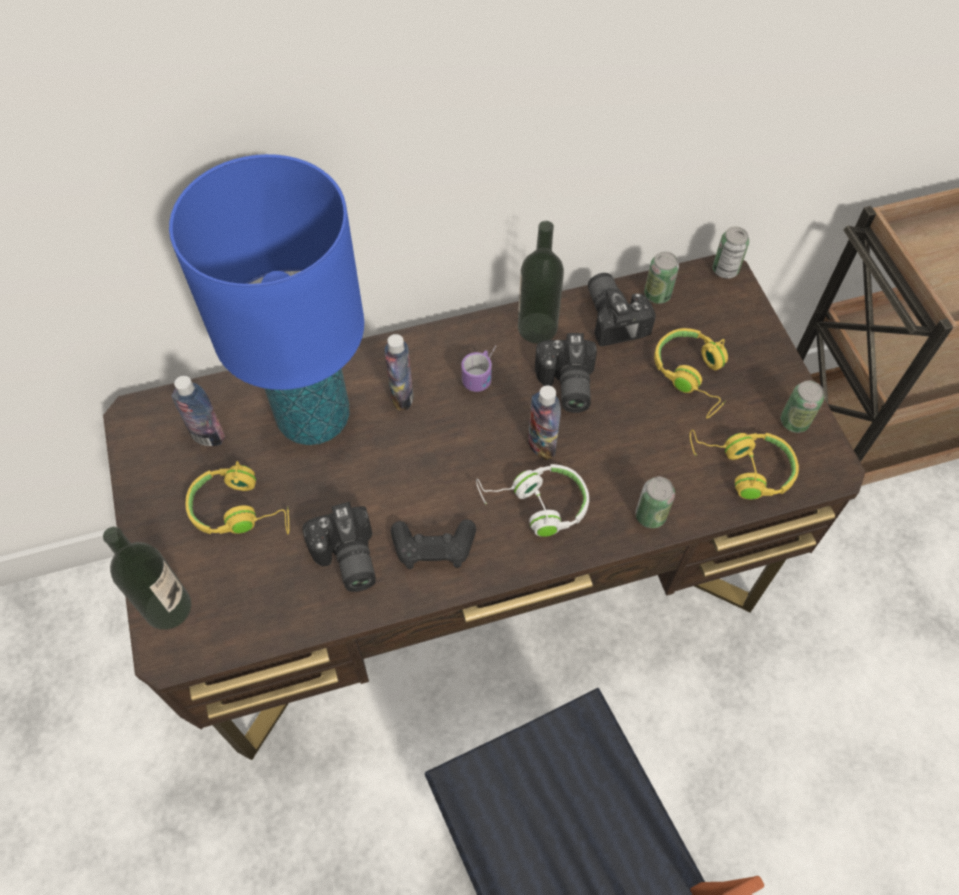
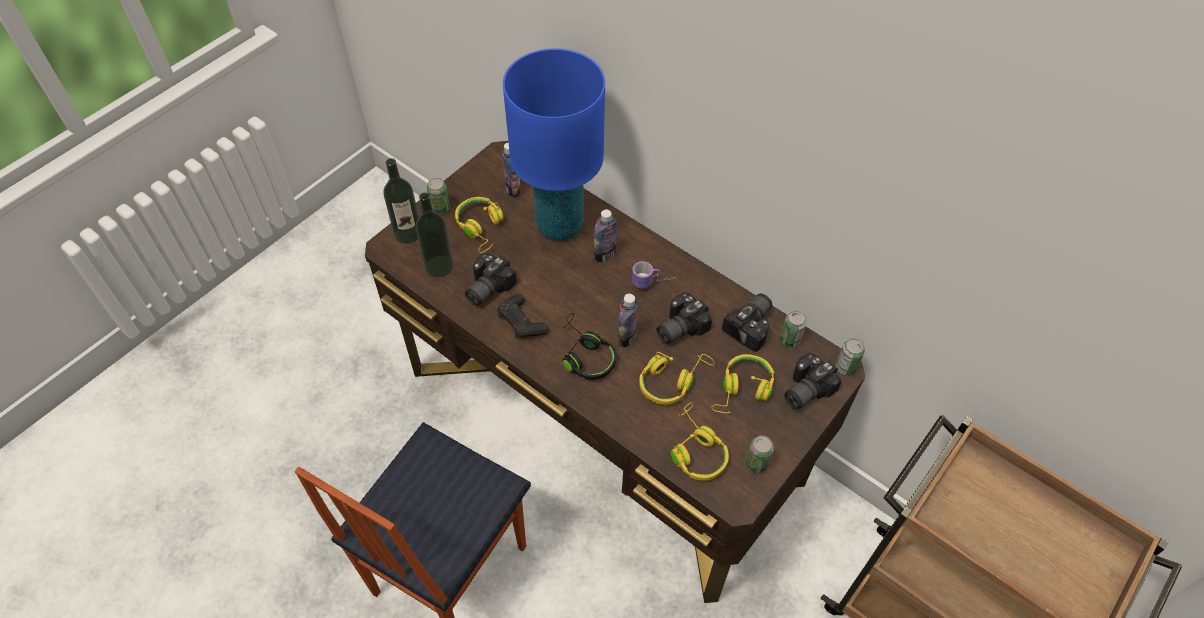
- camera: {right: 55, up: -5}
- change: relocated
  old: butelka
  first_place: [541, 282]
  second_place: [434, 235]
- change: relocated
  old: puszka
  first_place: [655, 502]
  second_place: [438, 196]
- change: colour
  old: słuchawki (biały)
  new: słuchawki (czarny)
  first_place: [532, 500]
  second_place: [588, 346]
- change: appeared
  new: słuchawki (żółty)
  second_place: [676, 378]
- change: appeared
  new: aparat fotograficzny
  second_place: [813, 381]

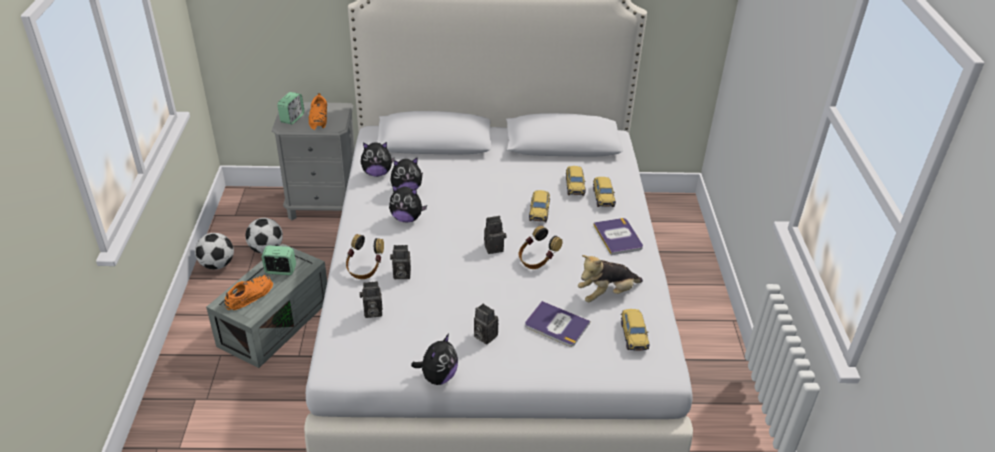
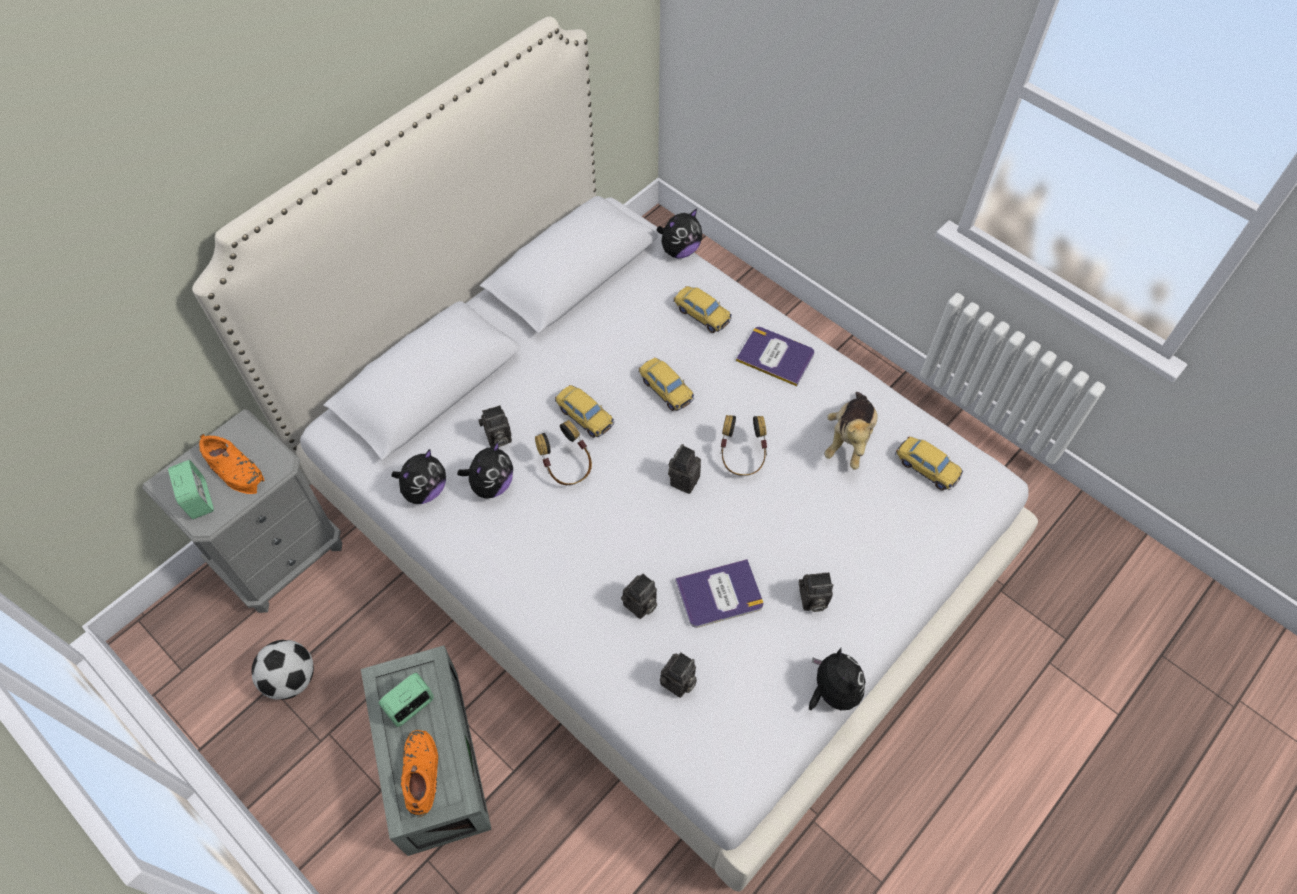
- camera: {right: -45, up: 20}
- change: appeared
  new: aparat fotograficzny
  second_place: [495, 426]
- change: relocated
  old: słuchawki
  first_place: [365, 256]
  second_place: [563, 452]
- change: relocated
  old: samochodzik
  first_place: [576, 181]
  second_place: [584, 411]
- change: relocated
  old: pluszak
  first_place: [408, 203]
  second_place: [679, 233]
- change: relocated
  old: książka
  first_place: [557, 324]
  second_place: [719, 593]
- change: missing
  old: piłka futbolowa
  first_place: [214, 251]

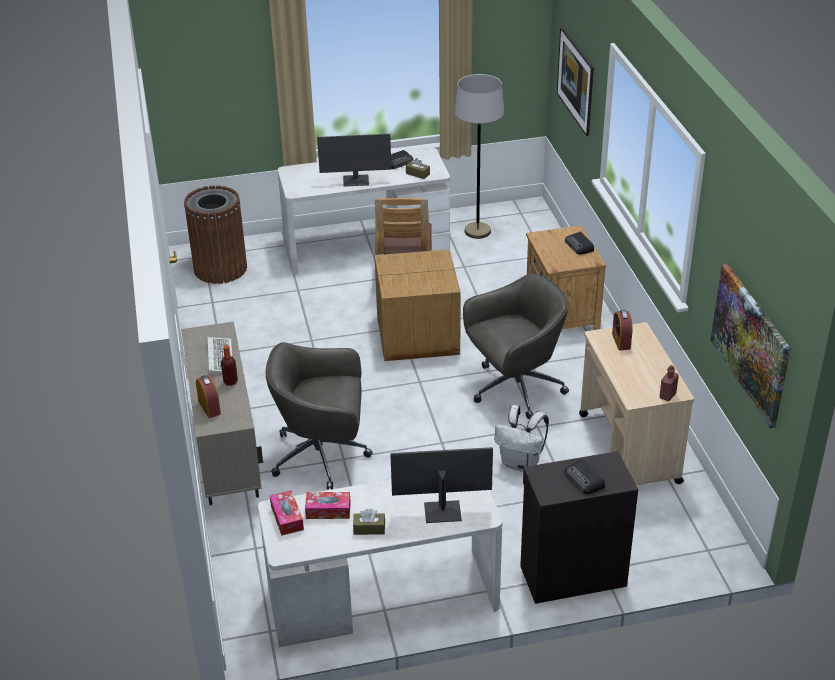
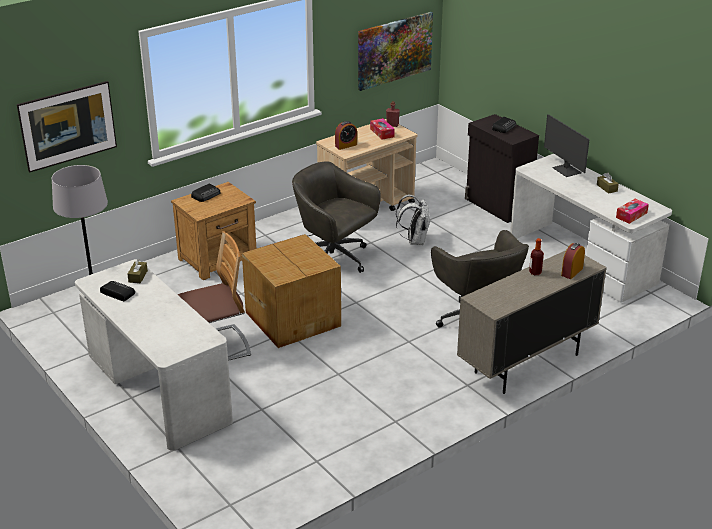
- camera: {right: -115, up: -5}
- change: relocated
  old: pudełko chusteczek
  first_place: [328, 505]
  second_place: [382, 129]
- change: missing
  old: kosz na śmieci (brązowy)
  first_place: [215, 234]
- change: missing
  old: klawiatura
  first_place: [220, 356]
- change: missing
  old: monitor
  first_place: [354, 160]

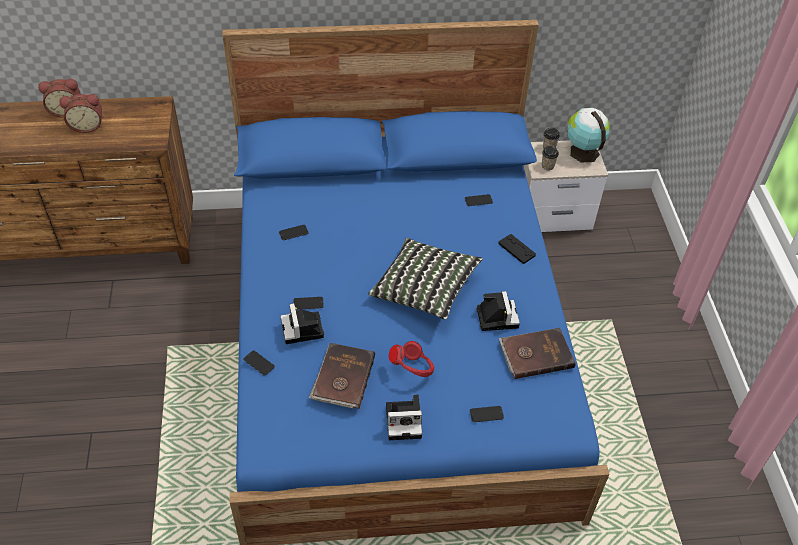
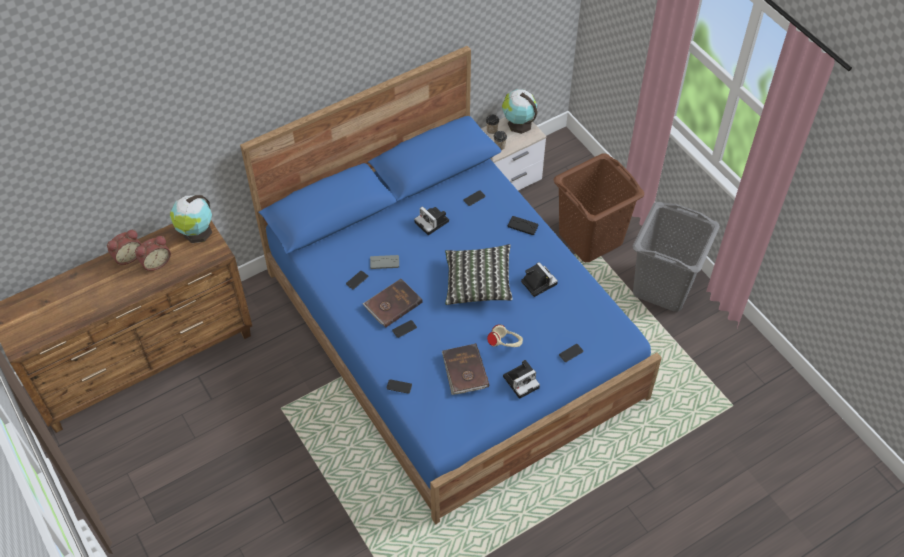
- camera: {right: -25, up: 5}
- change: appeared
  new: globus
  second_place: [191, 219]
- change: relocated
  old: książka (brązowy)
  first_place: [537, 353]
  second_place: [393, 303]
- change: appeared
  new: pad do gier (szary)
  second_place: [384, 262]
- change: relocated
  old: aparat fotograficzny
  first_place: [302, 323]
  second_place: [431, 220]
- change: colour
  old: słuchawki (czerwony)
  new: słuchawki (beżowy)
  first_place: [412, 359]
  second_place: [505, 335]
- change: appeared
  new: kosz na pranie (brązowy)
  second_place: [599, 207]
- change: appeared
  new: kosz na pranie (szary)
  second_place: [676, 257]

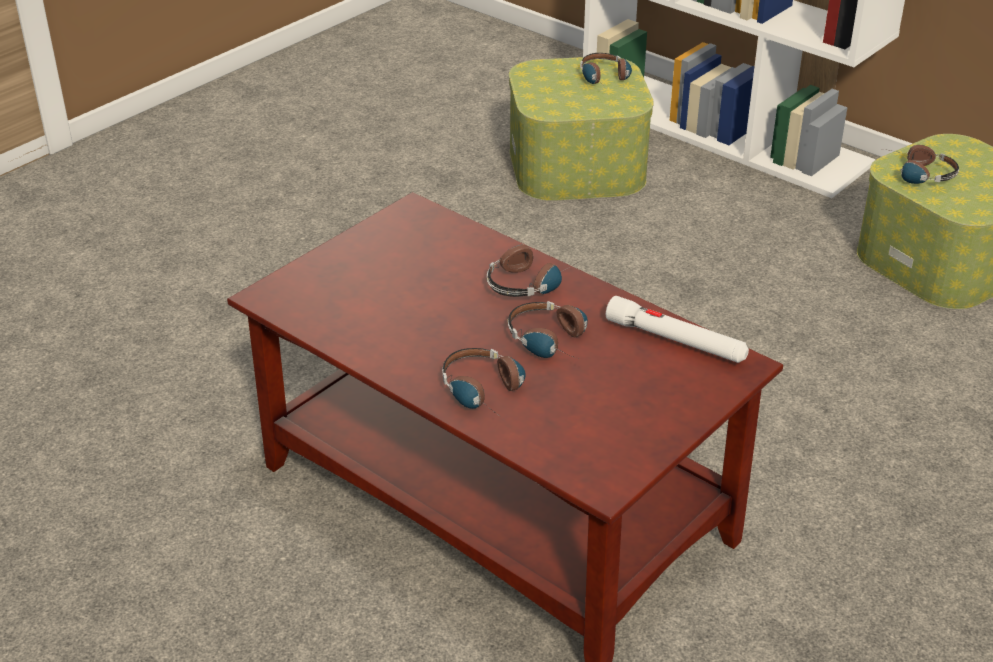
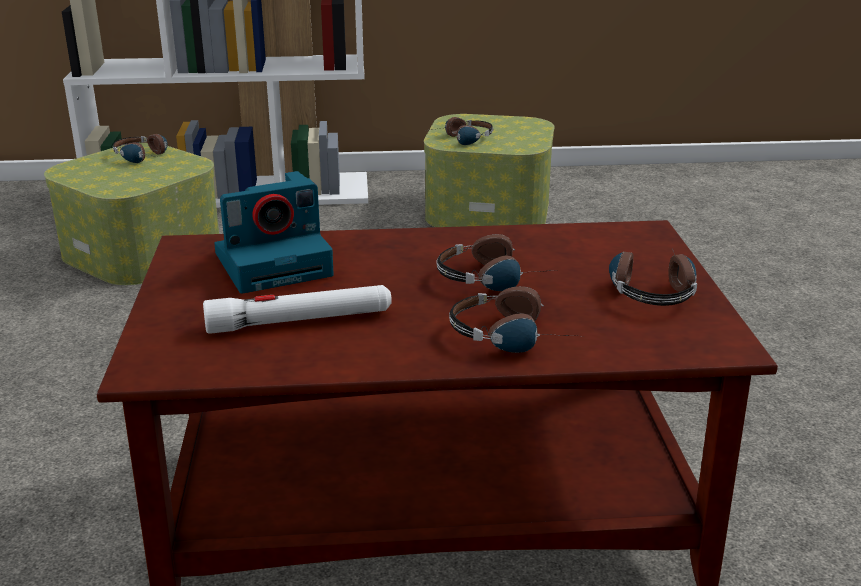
- camera: {right: -45, up: -10}
- change: relocated
  old: latarka (biały)
  first_place: [677, 329]
  second_place: [297, 309]
- change: appeared
  new: aparat fotograficzny
  second_place: [274, 232]
- change: relocated
  old: słuchawki
  first_place: [535, 270]
  second_place: [653, 277]

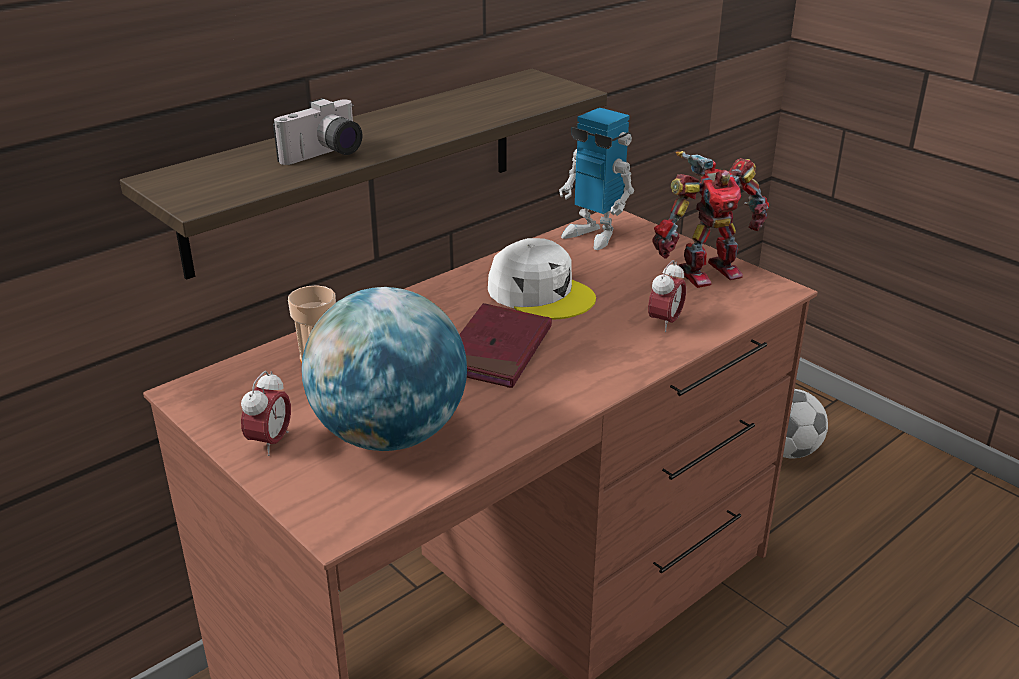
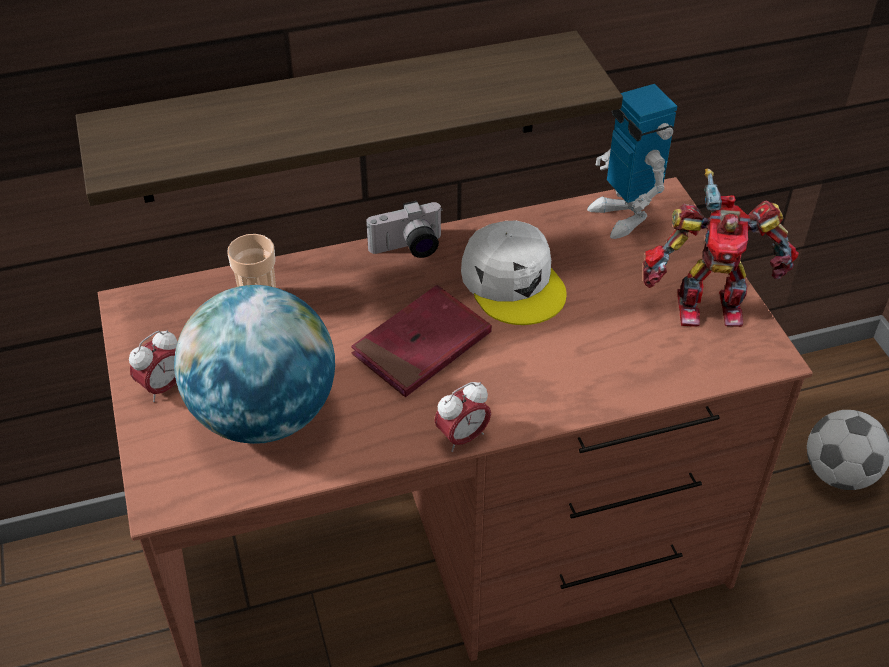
- camera: {right: 25, up: 15}
- change: relocated
  old: aparat fotograficzny
  first_place: [317, 131]
  second_place: [404, 229]
- change: relocated
  old: budzik
  first_place: [667, 296]
  second_place: [462, 417]

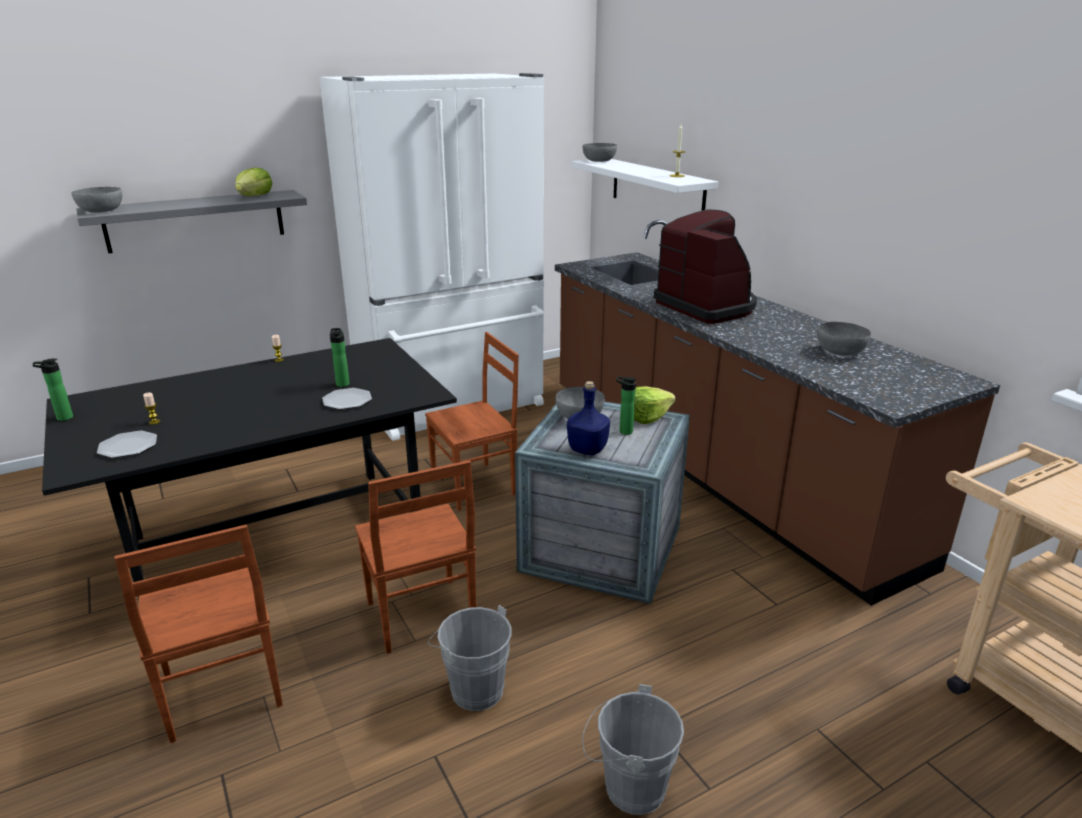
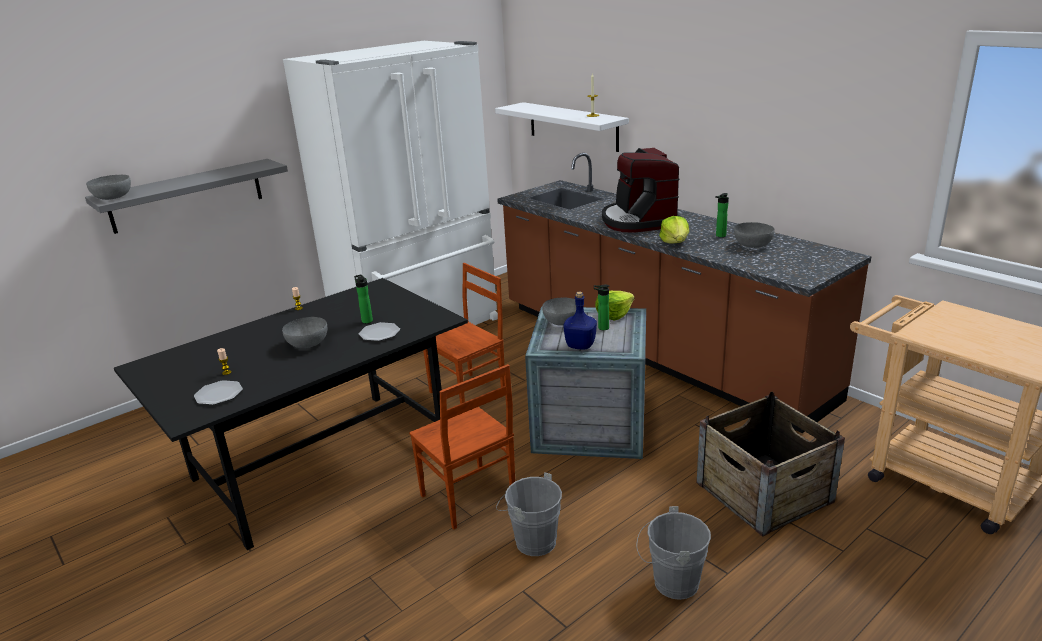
- camera: {right: -10, up: 0}
- change: relocated
  old: miska (szary)
  first_place: [600, 152]
  second_place: [304, 332]
- change: spun
  old: ekspres do kawy
  first_place: [705, 267]
  second_place: [641, 190]
  degrees: -150
- change: relocated
  old: sałata
  first_place: [254, 182]
  second_place: [674, 230]
- change: appeared
  new: skrzynka
  second_place: [770, 464]
- change: relocated
  old: butelka
  first_place: [52, 389]
  second_place: [722, 215]
- change: missing
  old: krzesło (brązowy)
  first_place: [198, 634]

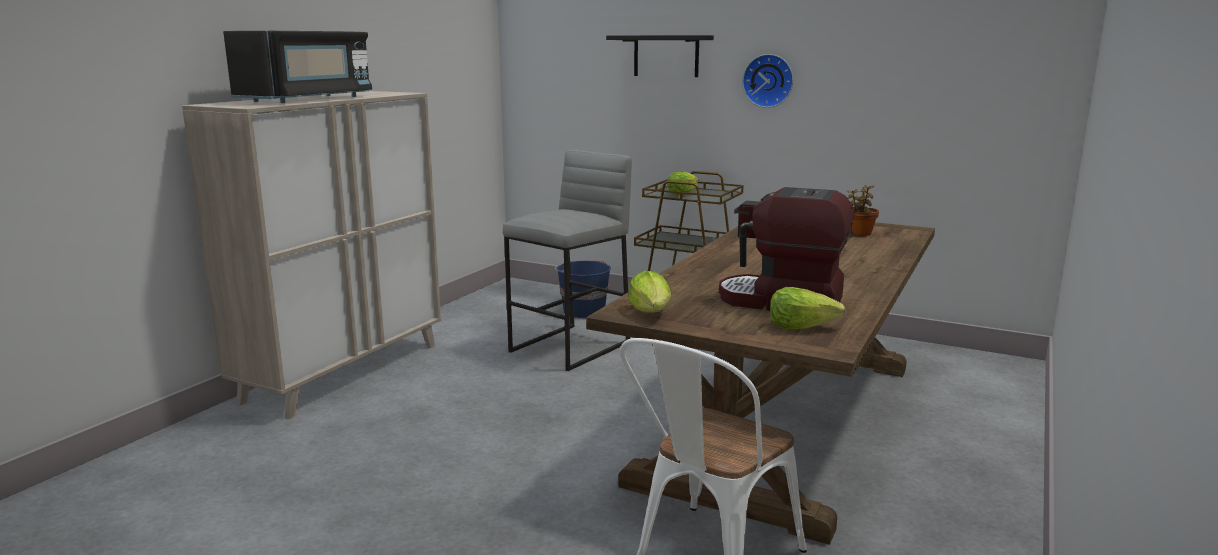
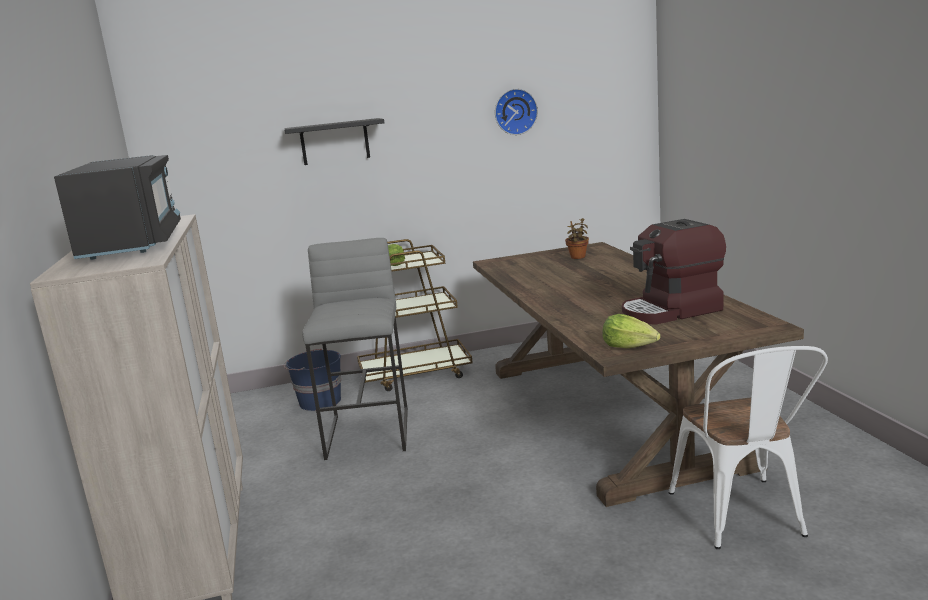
- camera: {right: -40, up: 0}
- change: relocated
  old: zegar ścienny
  first_place: [767, 81]
  second_place: [516, 112]
- change: missing
  old: sałata
  first_place: [808, 308]

